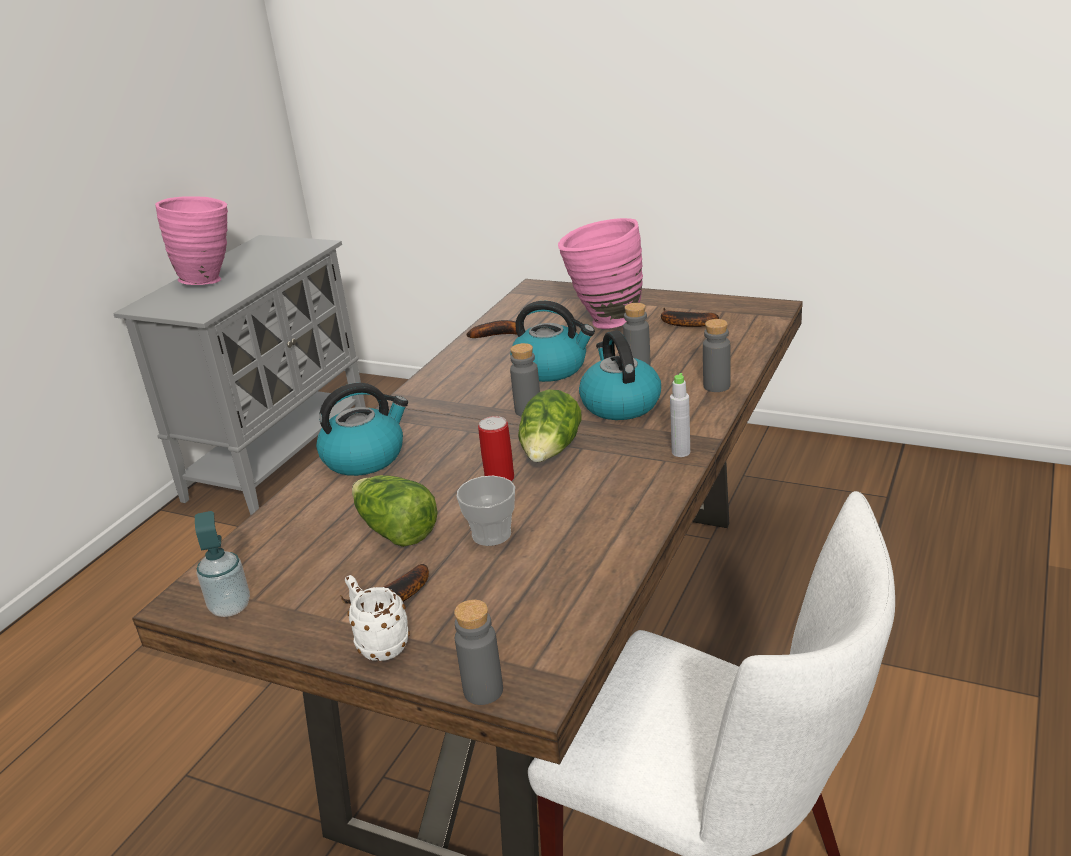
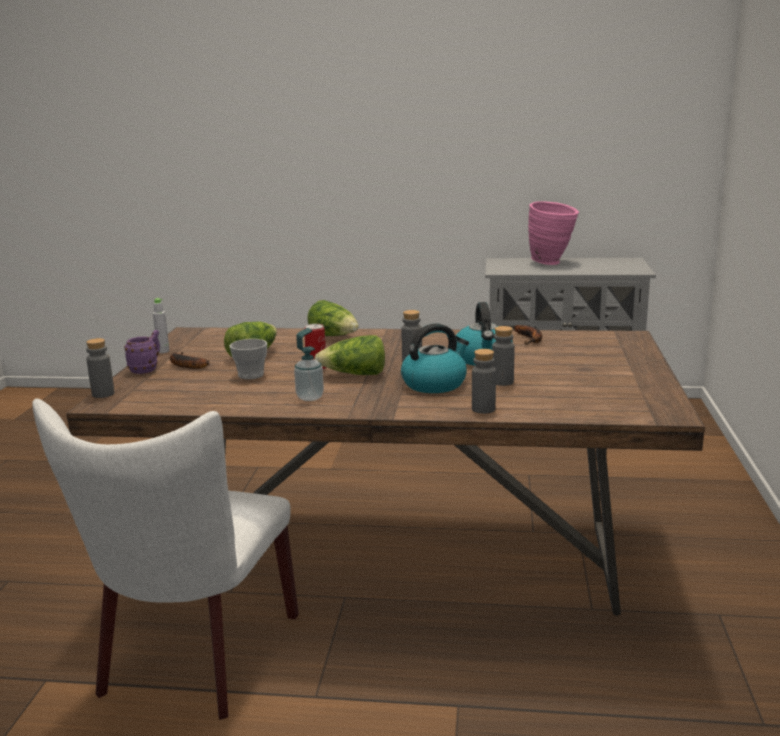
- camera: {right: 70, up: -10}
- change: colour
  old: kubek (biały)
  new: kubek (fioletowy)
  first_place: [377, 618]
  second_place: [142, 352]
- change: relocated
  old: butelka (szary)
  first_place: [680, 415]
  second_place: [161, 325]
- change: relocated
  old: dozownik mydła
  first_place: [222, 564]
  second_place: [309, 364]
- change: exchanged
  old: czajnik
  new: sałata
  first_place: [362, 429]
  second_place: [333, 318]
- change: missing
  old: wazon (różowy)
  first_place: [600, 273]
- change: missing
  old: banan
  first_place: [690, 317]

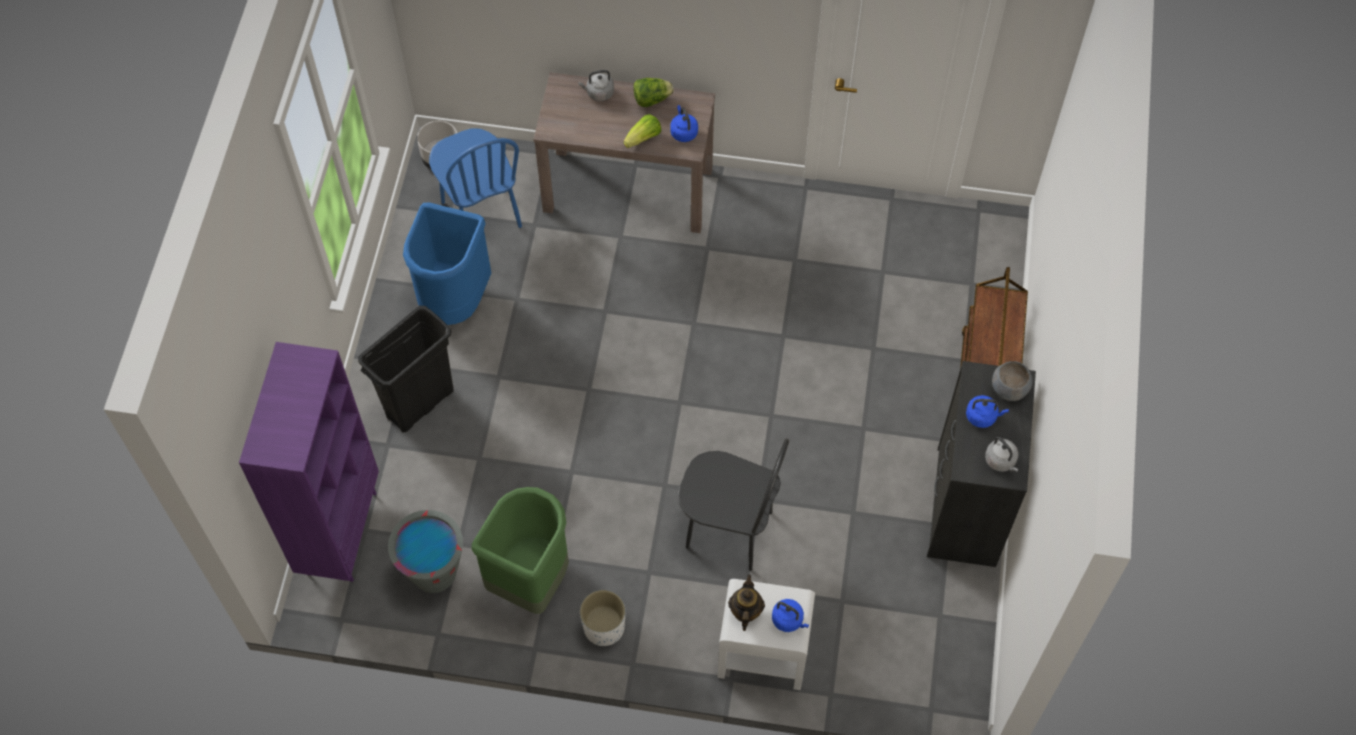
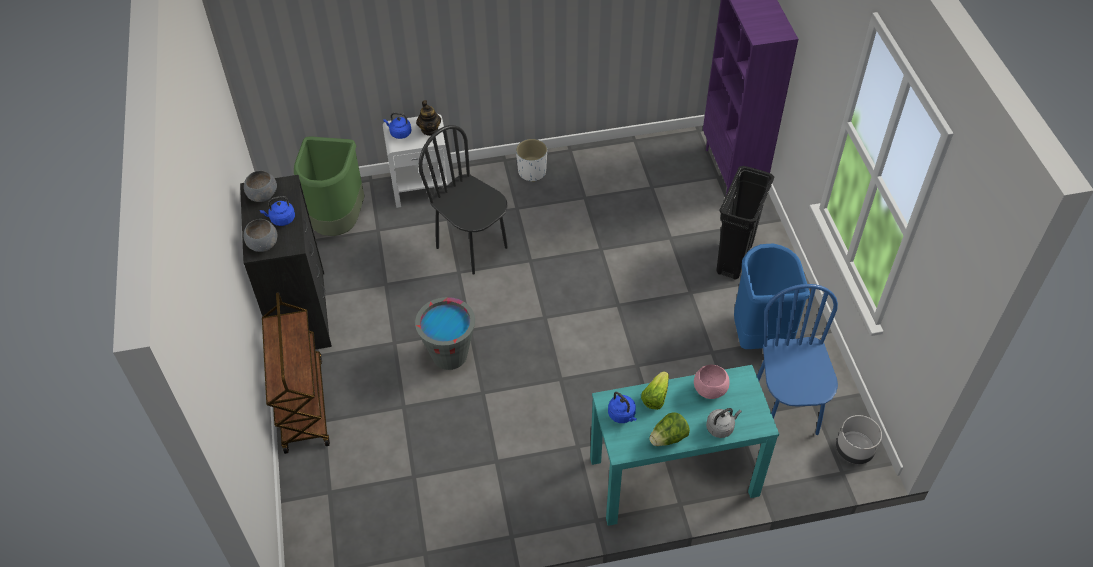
- camera: {right: 160, up: -10}
- change: exchanged
  old: czajnik (szary)
  new: miska (szary)
  first_place: [1002, 454]
  second_place: [260, 186]
- change: relocated
  old: kosz na śmieci (zielony)
  first_place: [520, 550]
  second_place: [329, 186]
- change: relocated
  old: wiadro (szary)
  first_place: [425, 551]
  second_place: [445, 333]
- change: spun
  old: krzesło (czarny)
  first_place: [733, 504]
  second_place: [463, 200]
  degrees: 45
- change: colour
  old: stolik konsolowy (brązowy)
  new: stolik konsolowy (turkusowy)
  first_place: [624, 152]
  second_place: [684, 445]
- change: appeared
  new: miska (różowy)
  second_place: [712, 382]
- change: spun
  old: krzesło (niebieski)
  first_place: [475, 178]
  second_place: [797, 359]
  degrees: 45

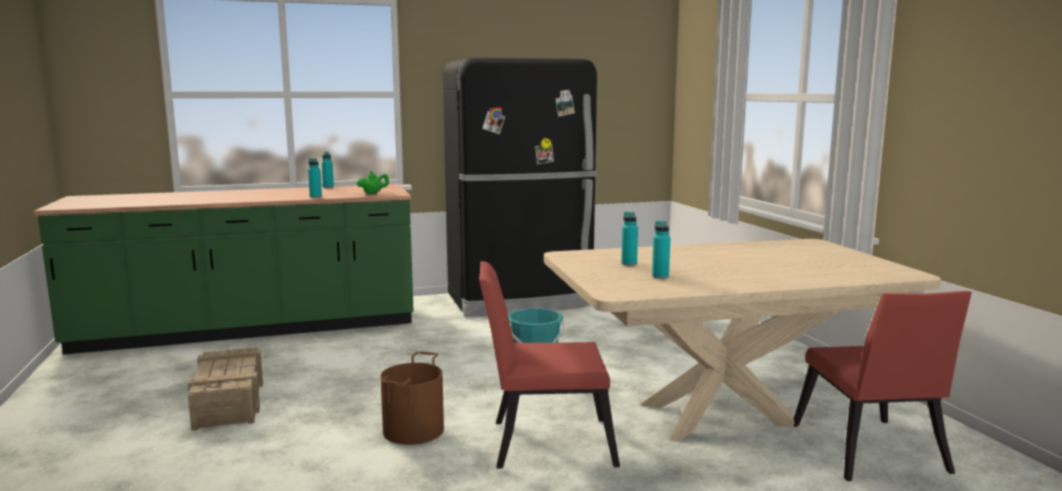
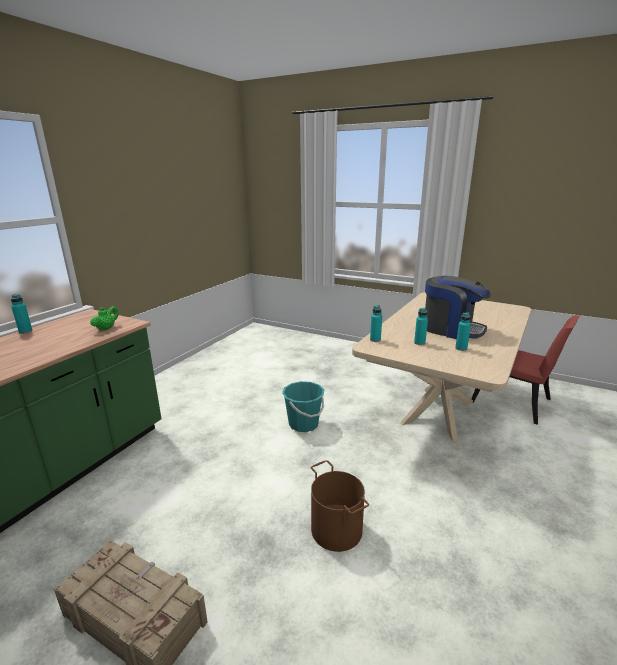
- camera: {right: -45, up: 10}
- change: relocated
  old: butelka (turkusowy)
  first_place: [315, 178]
  second_place: [376, 323]
- change: appeared
  new: ekspres do kawy
  second_place: [458, 307]
- change: missing
  old: lodówka (czarny)
  first_place: [520, 187]
- change: missing
  old: krzesło (czerwony)
  first_place: [549, 364]

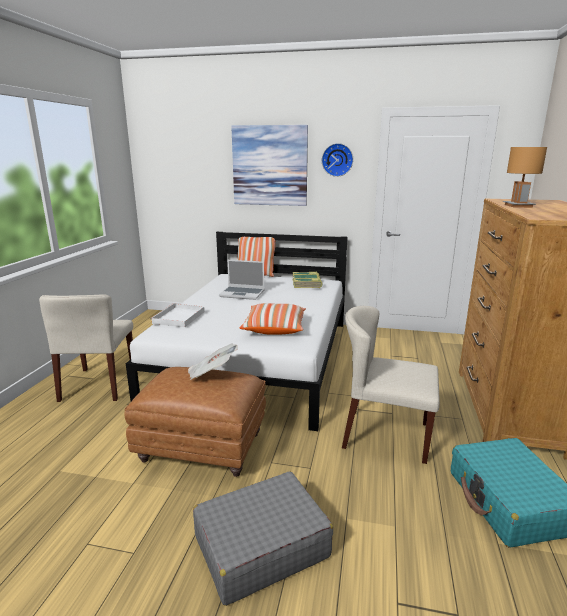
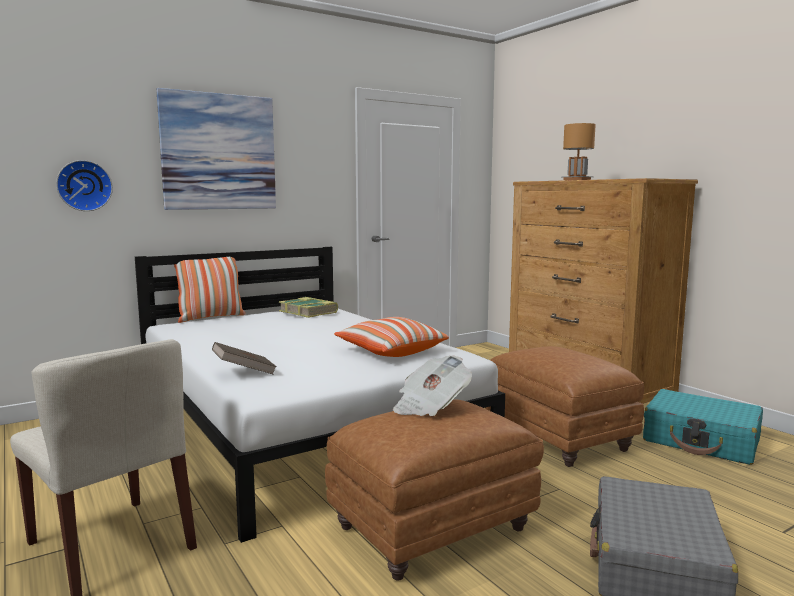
- camera: {right: -45, up: -10}
- change: relocated
  old: zegar ścienny
  first_place: [337, 160]
  second_place: [84, 185]
- change: exchanged
  old: taca (biały)
  new: książka (brązowy)
  first_place: [177, 316]
  second_place: [244, 358]
- change: exchanged
  old: krzesło (beżowy)
  new: pufa (brązowy)
  first_place: [391, 385]
  second_place: [564, 406]
- change: missing
  old: laptop
  first_place: [242, 280]

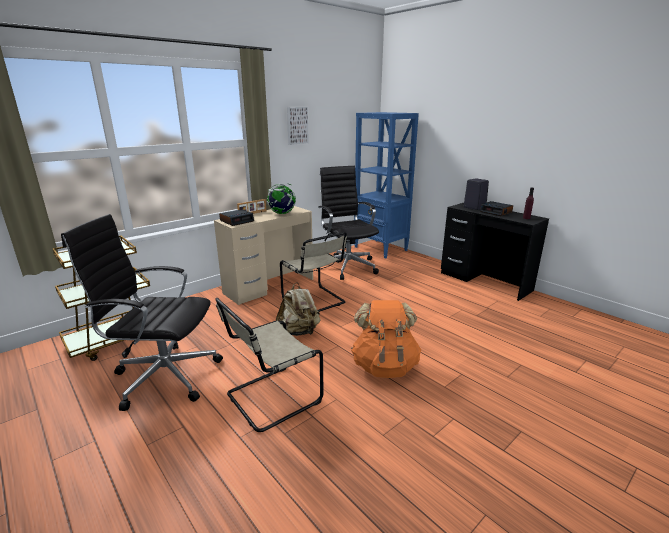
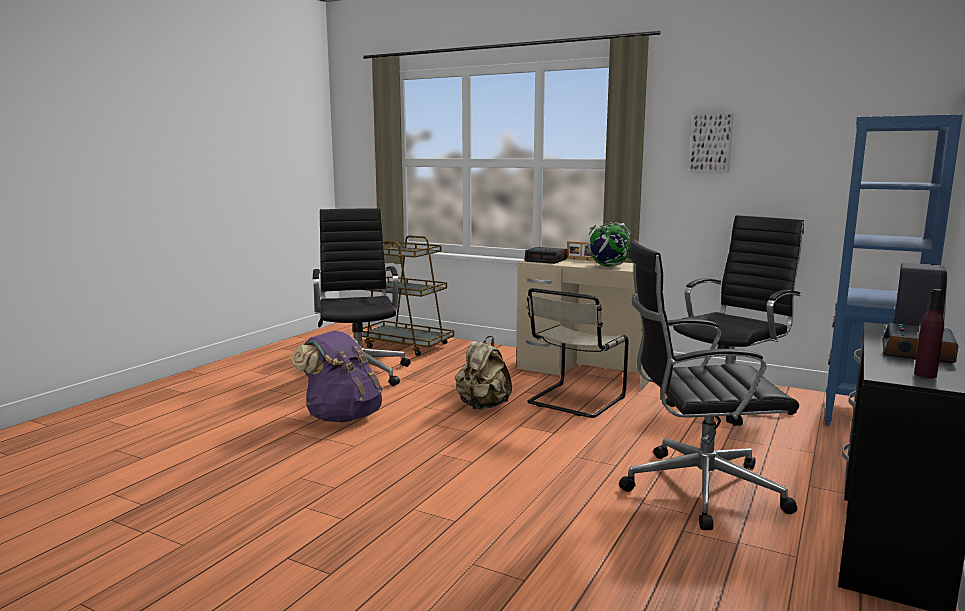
- camera: {right: 70, up: -10}
- change: exchanged
  old: krzesło (beżowy)
  new: plecak (fioletowy)
  first_place: [269, 365]
  second_place: [337, 376]
- change: appeared
  new: krzesło biurowe (czarny)
  second_place: [709, 385]
- change: missing
  old: plecak (pomarańczowy)
  first_place: [386, 339]

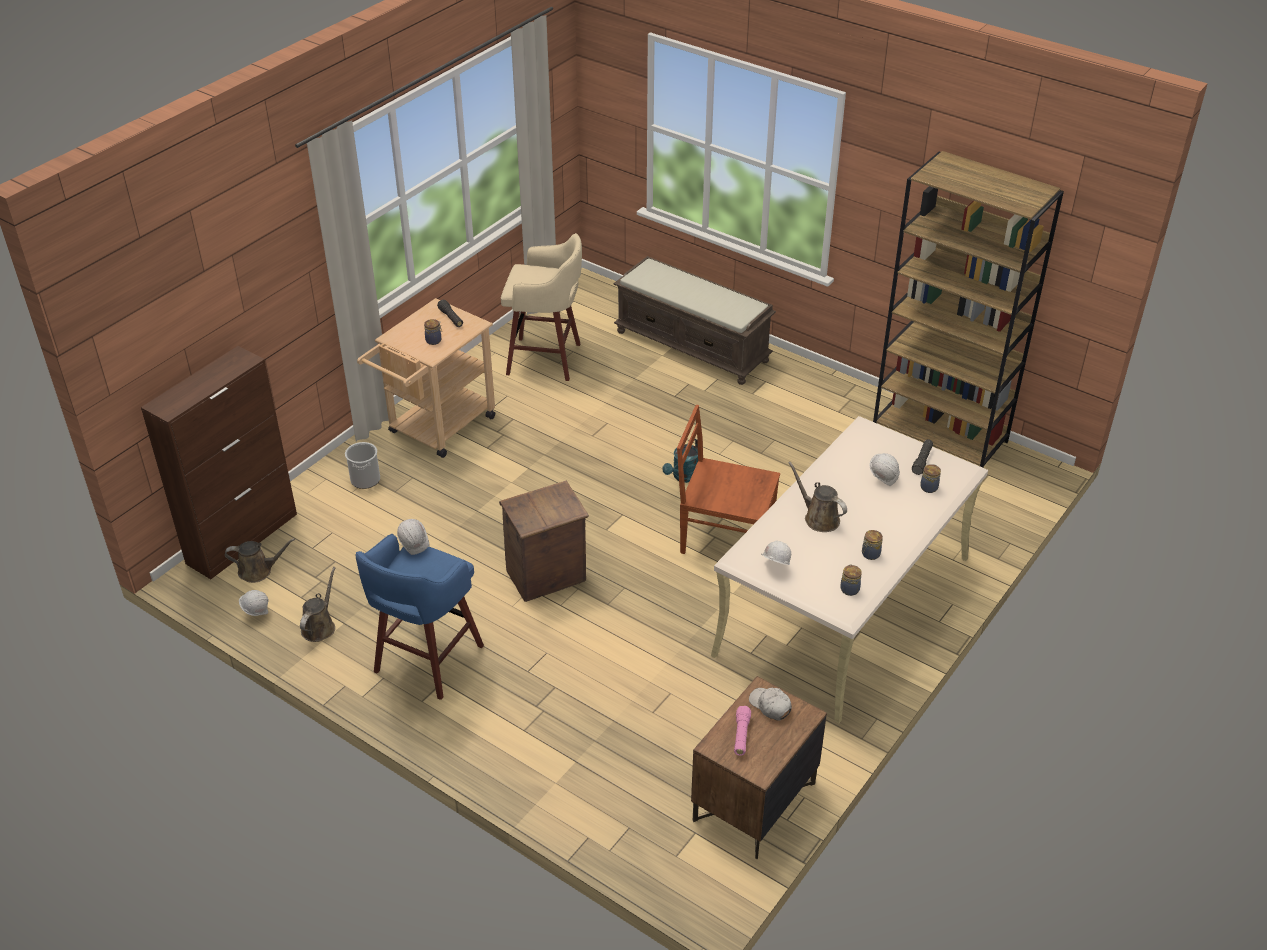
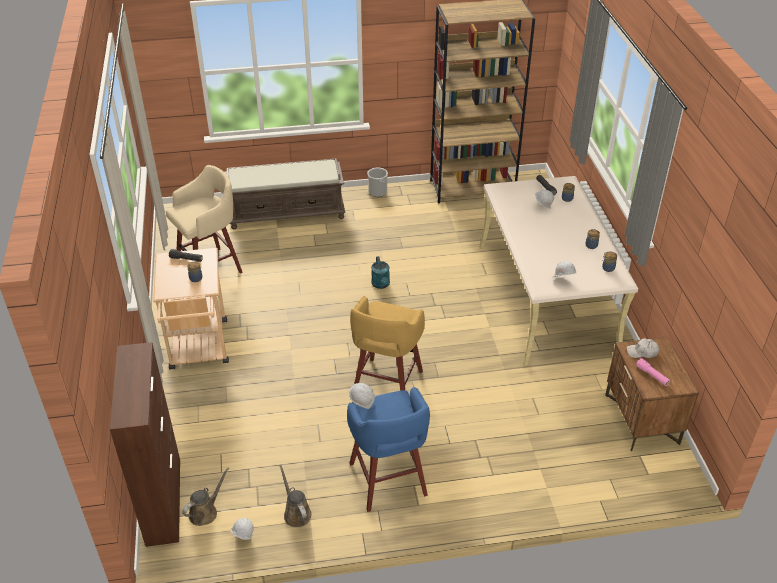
- camera: {right: -45, up: 0}
- change: exchanged
  old: skrzynka
  new: stołek (żółty)
  first_place: [544, 541]
  second_place: [387, 343]
- change: relocated
  old: wiadro
  first_place: [362, 465]
  second_place: [378, 182]
- change: missing
  old: krzesło (brązowy)
  first_place: [728, 479]
- change: missing
  old: konewka (brązowy)
  first_place: [817, 496]

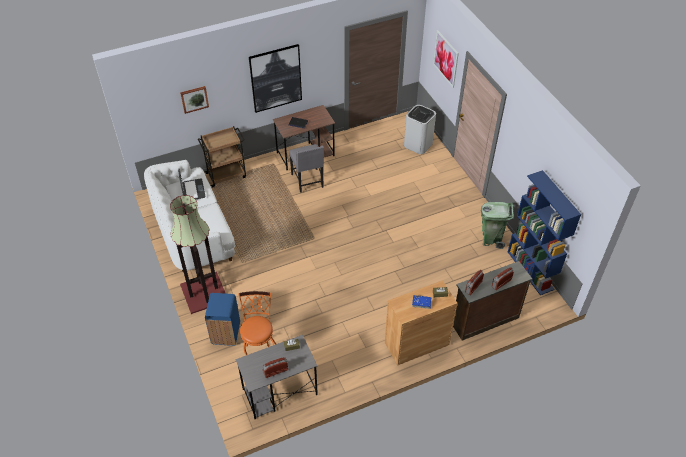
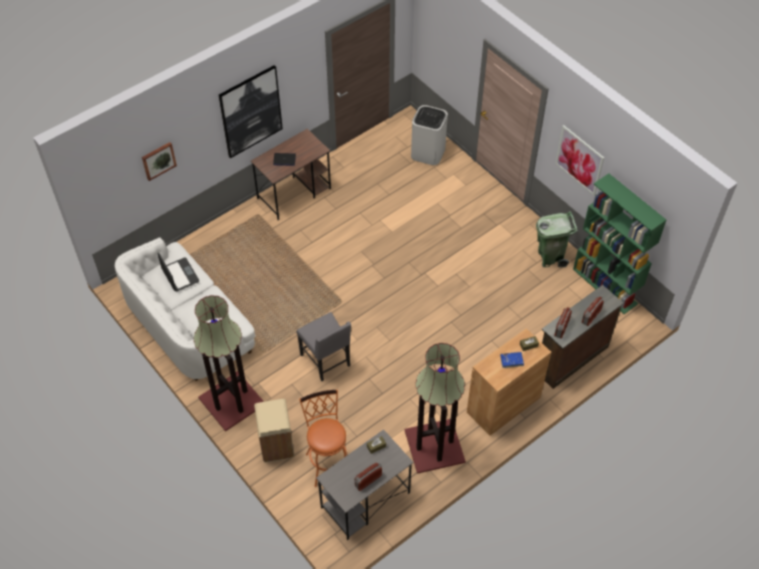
- camera: {right: -15, up: 5}
- change: colour
  old: kosz na śmieci (niebieski)
  new: kosz na śmieci (beżowy)
  first_place: [222, 319]
  second_place: [274, 430]
- change: relocated
  old: krzesło (szary)
  first_place: [306, 168]
  second_place: [324, 346]
- change: appeared
  new: lampa stojąca
  second_place: [435, 408]
- change: relocated
  old: obraz
  first_place: [446, 59]
  second_place: [579, 160]
- change: colour
  old: regał (niebieski)
  new: regał (zielony)
  first_place: [544, 232]
  second_place: [619, 244]
- change: missing
  old: wózek (brązowy)
  first_place: [222, 157]

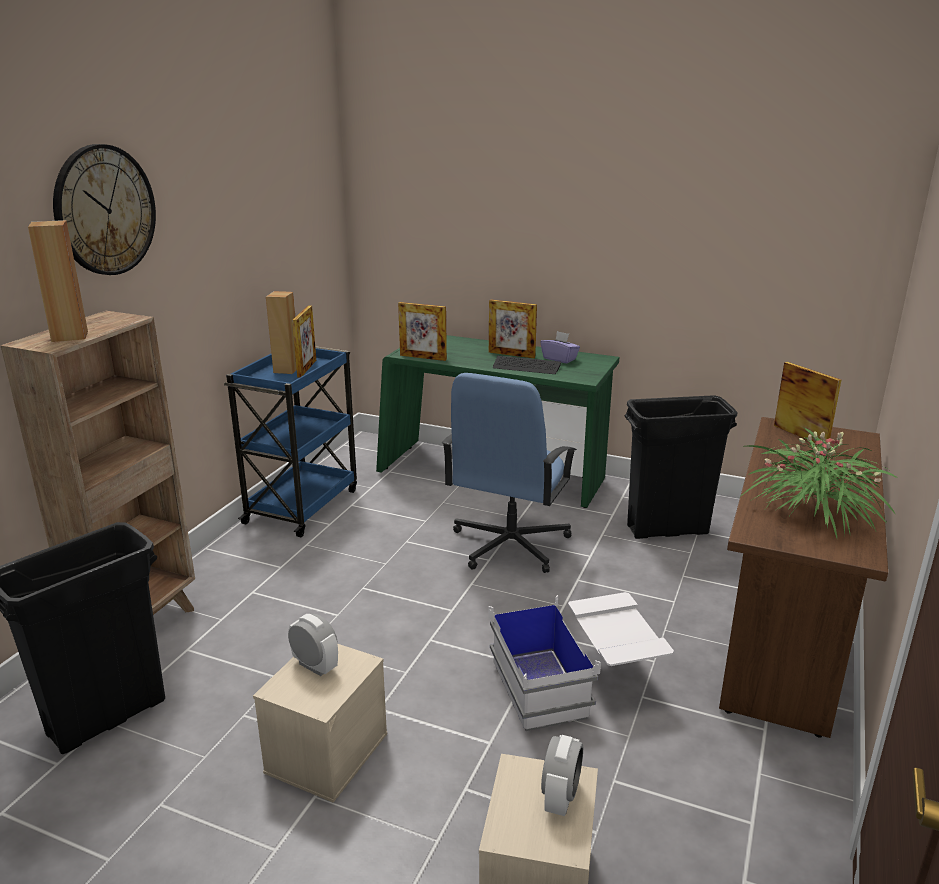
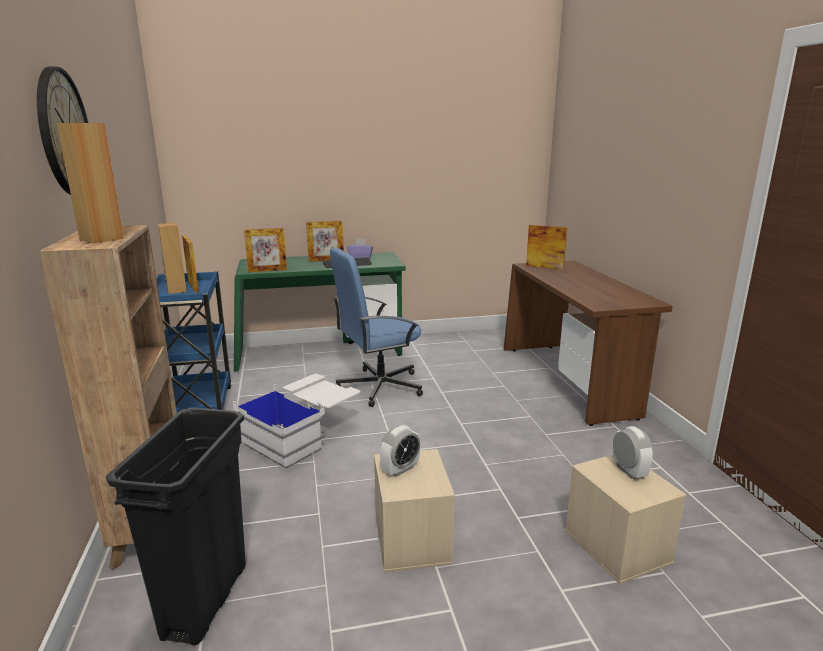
- camera: {right: -35, up: -5}
- change: relocated
  old: pojemnik do przechowywania (biały)
  first_place: [581, 661]
  second_place: [297, 421]
- change: spun
  old: krzesło biurowe (niebieski)
  first_place: [509, 473]
  second_place: [376, 327]
  degrees: 75
- change: spun
  old: budzik
  first_place: [313, 645]
  second_place: [400, 451]
  degrees: 135
- change: missing
  old: kosz na śmieci (czarny)
  first_place: [681, 467]
- change: missing
  old: roślina doniczkowa
  first_place: [818, 483]

